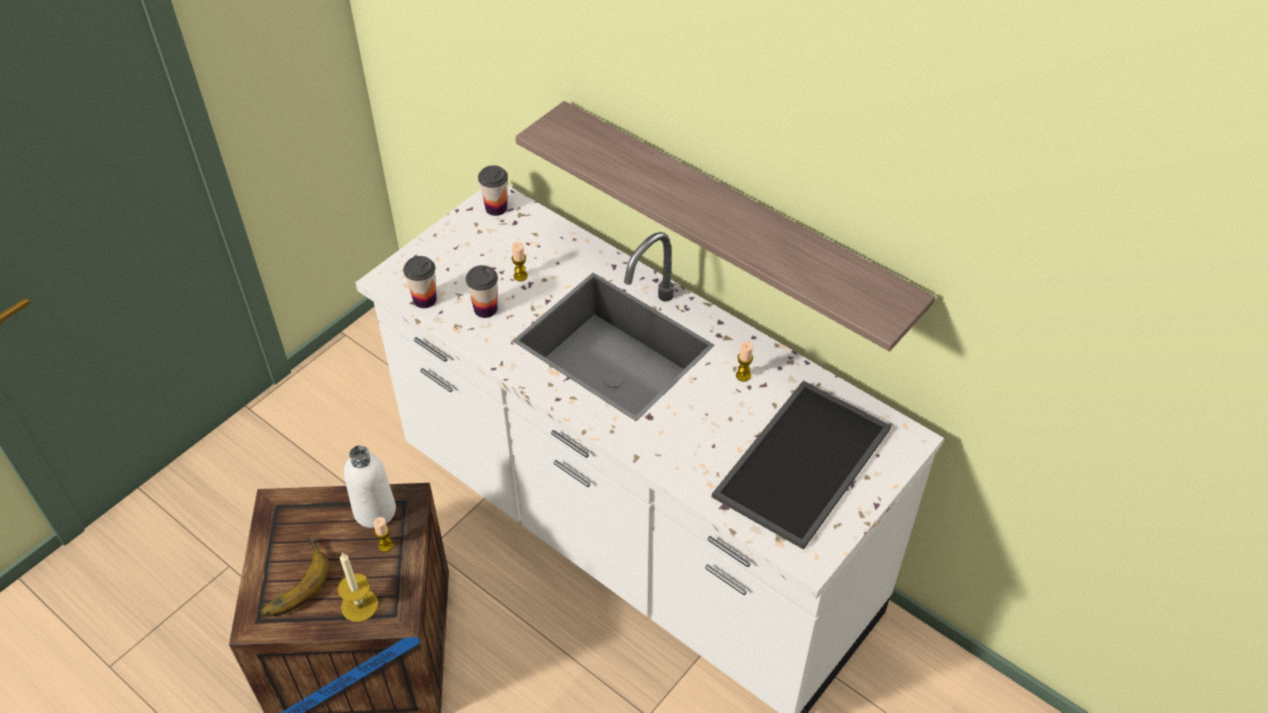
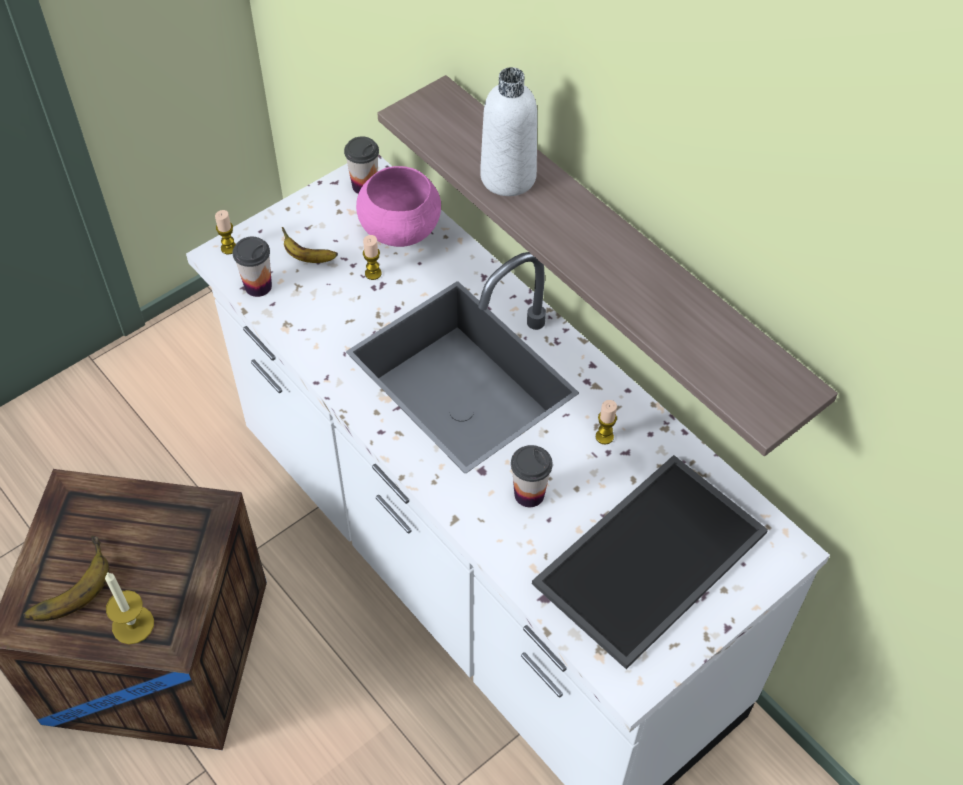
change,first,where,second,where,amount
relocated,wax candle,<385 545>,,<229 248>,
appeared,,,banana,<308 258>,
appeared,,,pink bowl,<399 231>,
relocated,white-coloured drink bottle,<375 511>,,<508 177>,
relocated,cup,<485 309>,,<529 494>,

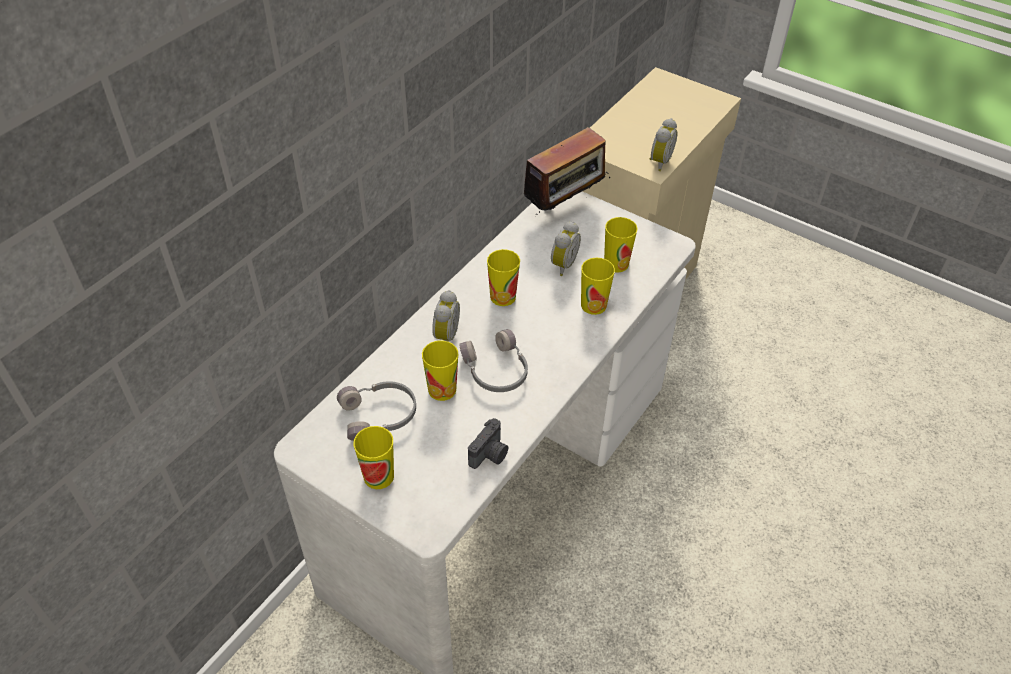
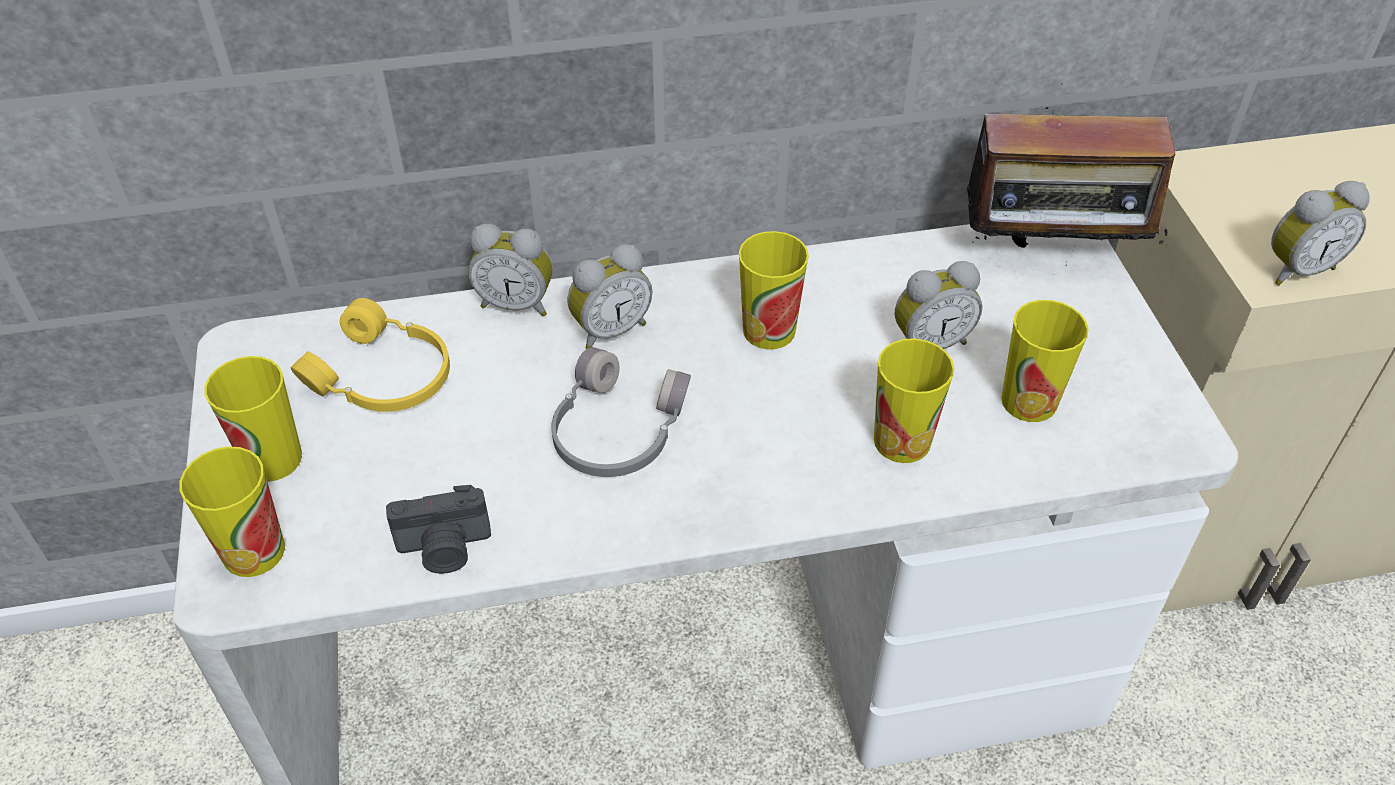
change,first,where,second,where,amount
relocated,cup,<442 389>,,<253 551>,
colour,grey headphones,<380 416>,yellowish headphones,<382 378>,
appeared,,,alarm clock,<517 303>,

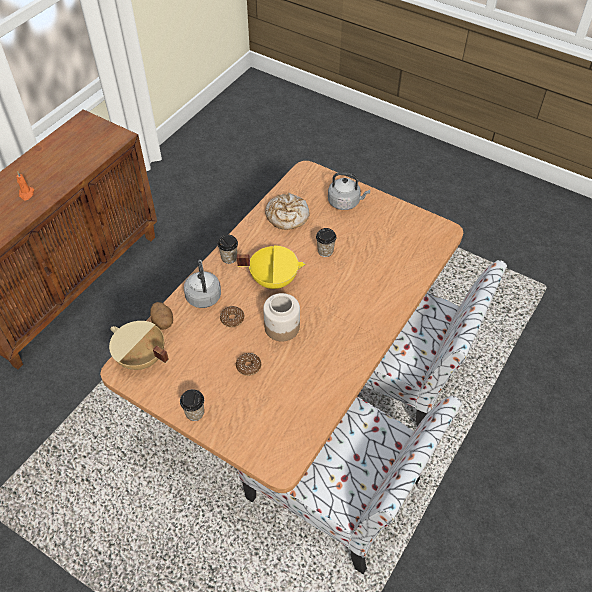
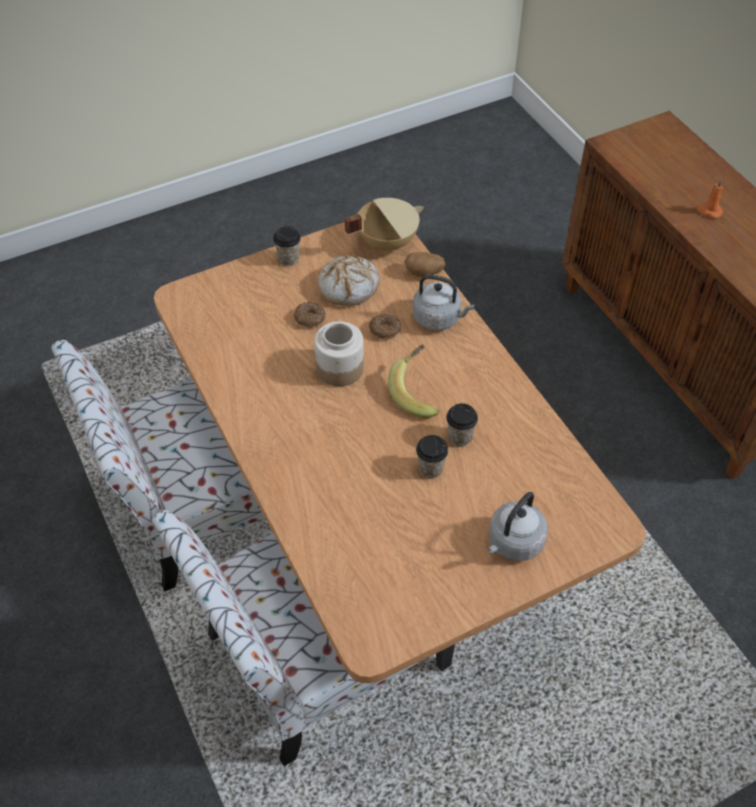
change,first,where,second,where,amount
relocated,bakery bread,<287 216>,,<349 286>,
exchanged,yellowish cooking pot,<273 279>,banana,<418 392>,
relocated,cup,<229 258>,,<460 437>,

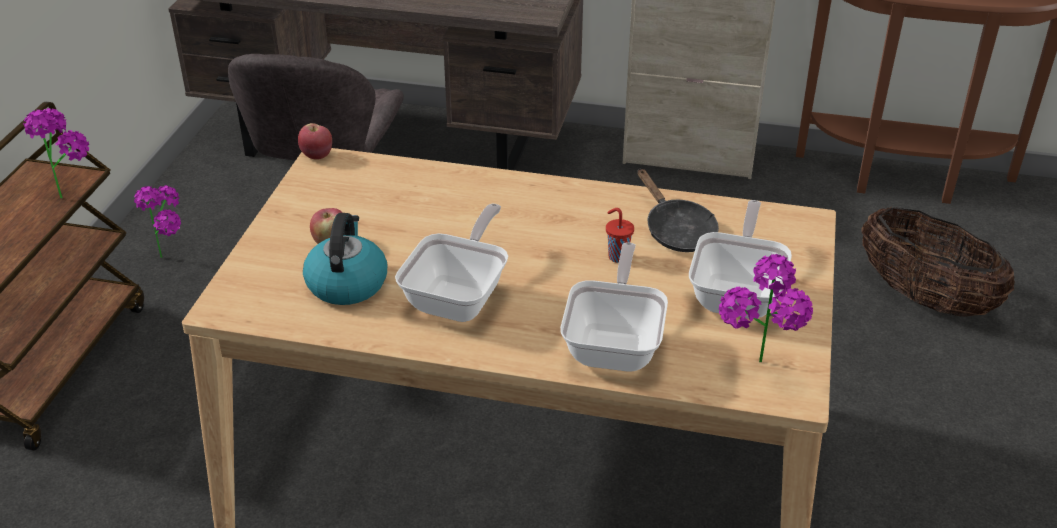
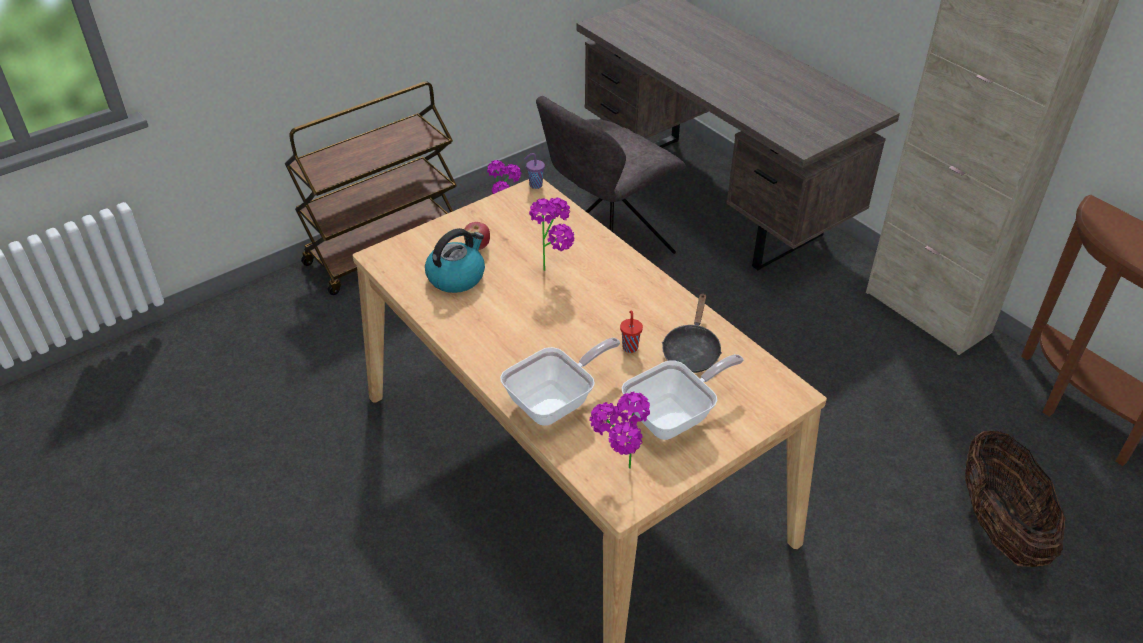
change,first,where,second,where,amount
exchanged,apple,<317 156>,purple-coloured cup,<535 185>,
relocated,houseplant,<71 192>,,<554 268>,
missing,frying pan,<460 296>,,,

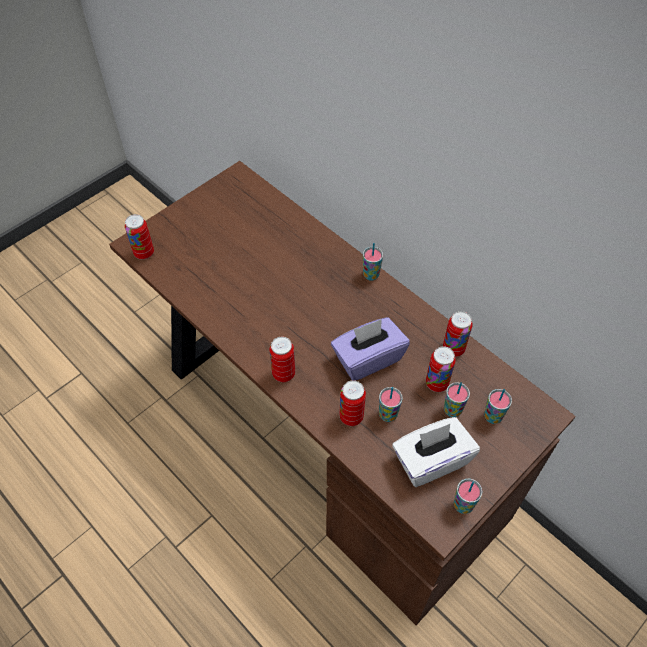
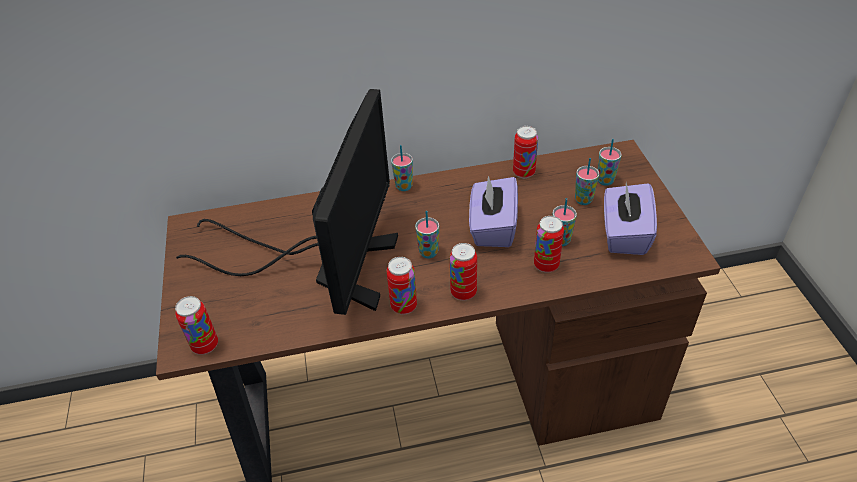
change,first,where,second,where,amount
appeared,,,computer display,<327 264>,
relocated,can,<436 383>,,<404 306>,
relocated,cup,<463 505>,,<428 252>,
colour,white-coloured tissue holder,<431 460>,purple-coloured tissue holder,<624 234>,

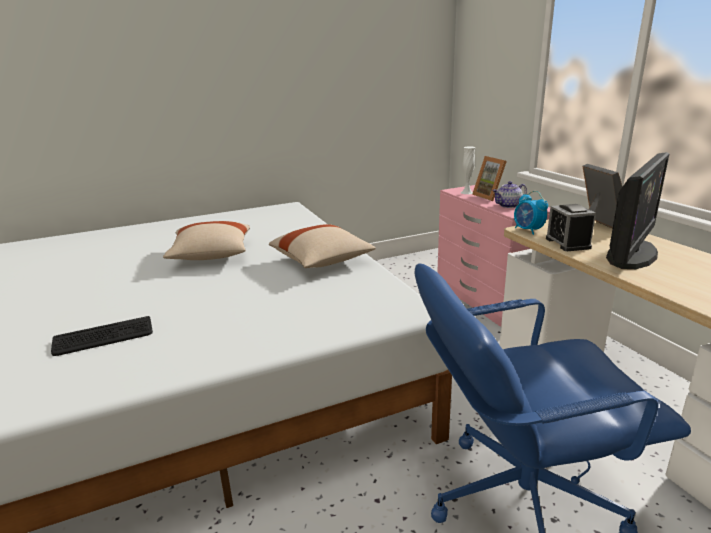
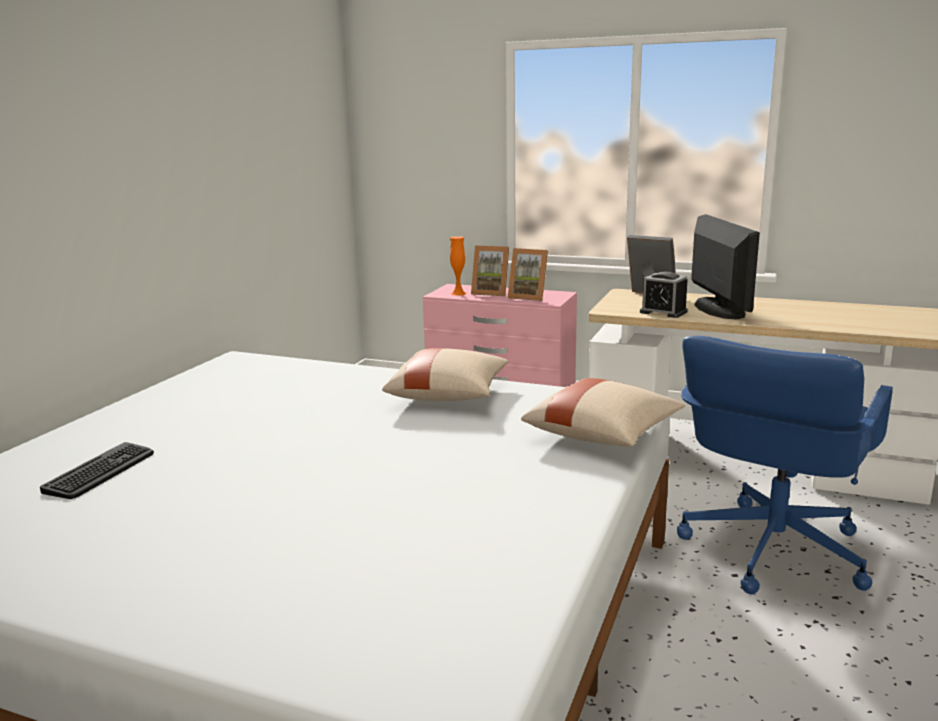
change,first,where,second,where,amount
relocated,computer keyboard,<104 337>,,<101 471>,
colour,white-coloured flower vase,<467 192>,orangey flower vase,<458 293>,
exchanged,teapot,<508 205>,photo frame,<529 297>,
relocated,beige-coloured throw pillow,<211 256>,,<603 435>,
missing,alarm clock,<528 230>,,,

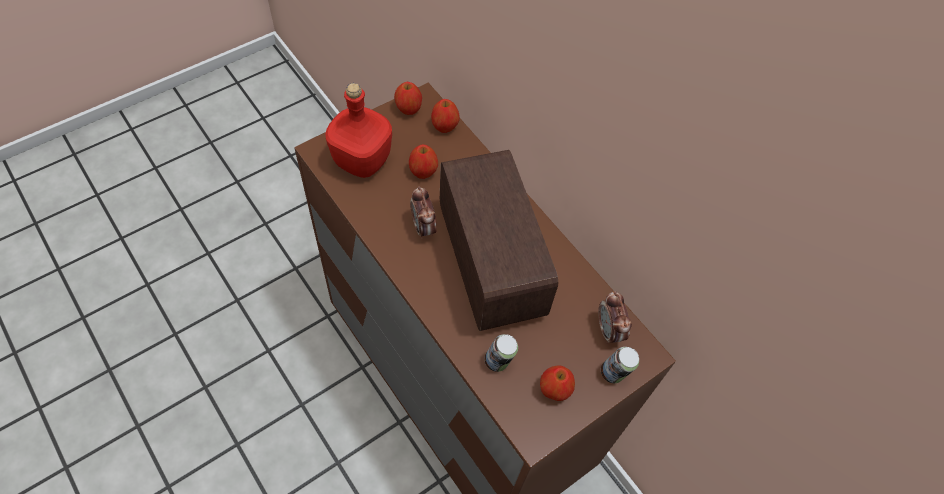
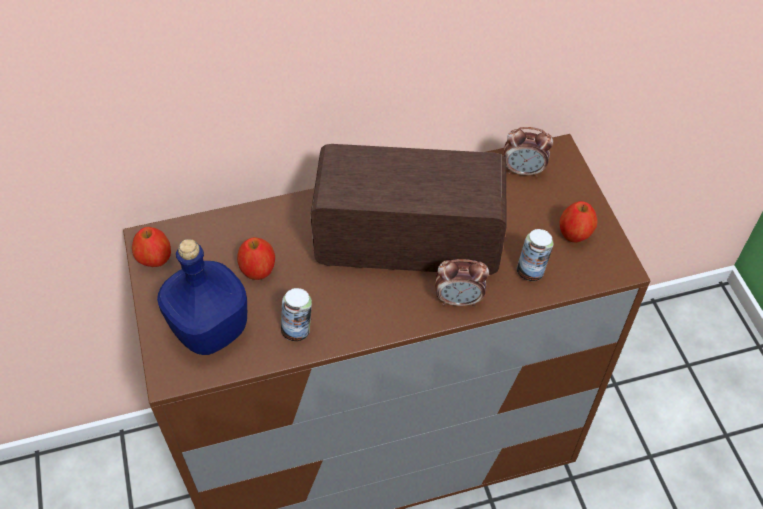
change,first,where,second,where,amount
colour,red-coloured drink bottle,<361 160>,blue-coloured drink bottle,<210 330>,
relocated,can,<614 374>,,<298 330>,
relocated,alarm clock,<423 227>,,<459 300>,
missing,apple,<444 126>,,,

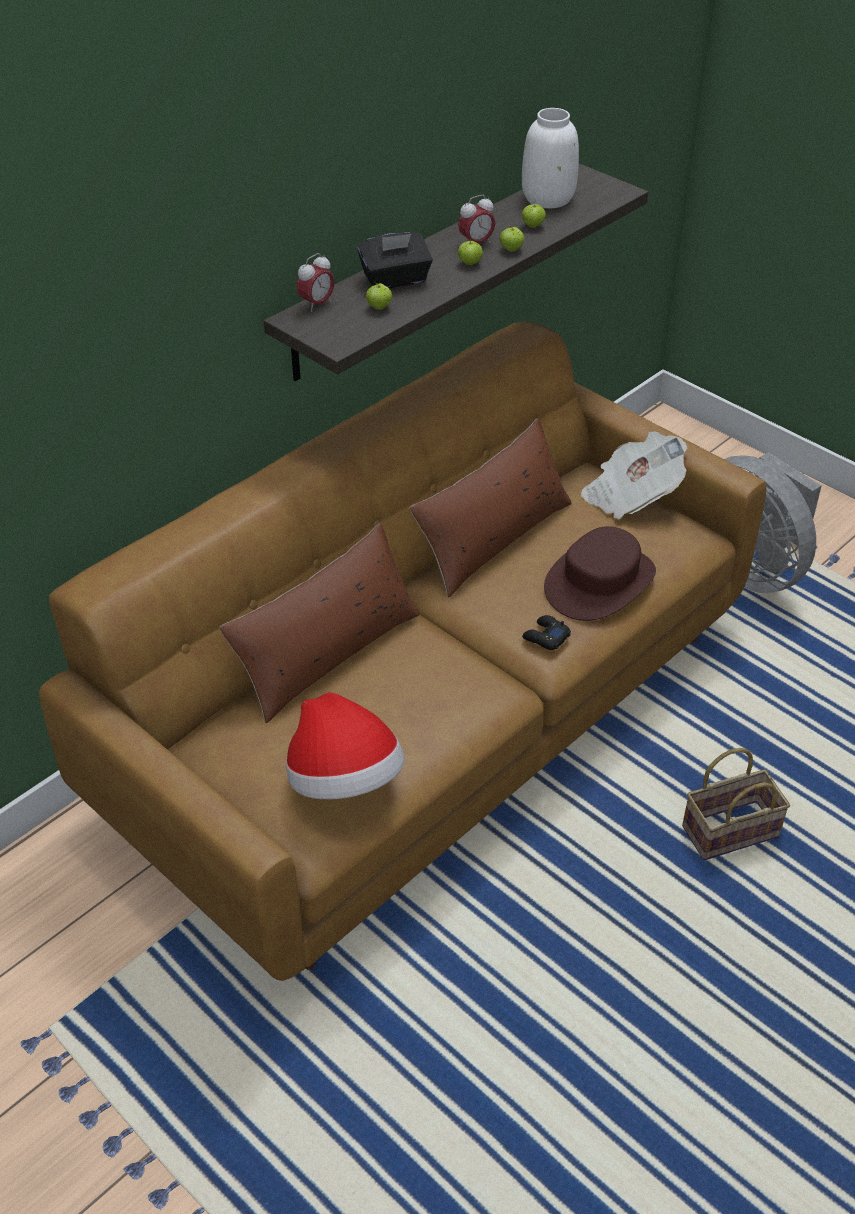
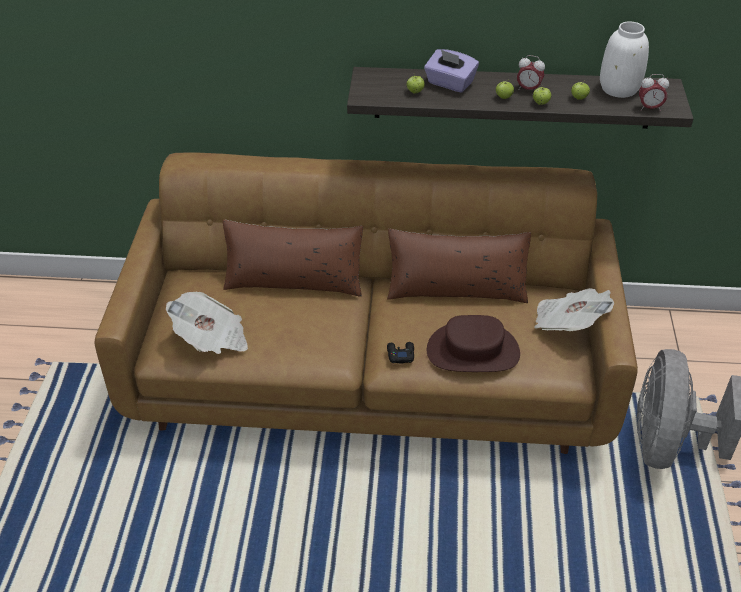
change,first,where,second,where,amount
exchanged,wearable hat,<344 781>,daily paper,<211 339>,
colour,black tissue holder,<395 279>,purple-coloured tissue holder,<449 83>,
relocated,alarm clock,<316 304>,,<649 108>,
missing,storage basket,<731 829>,,,

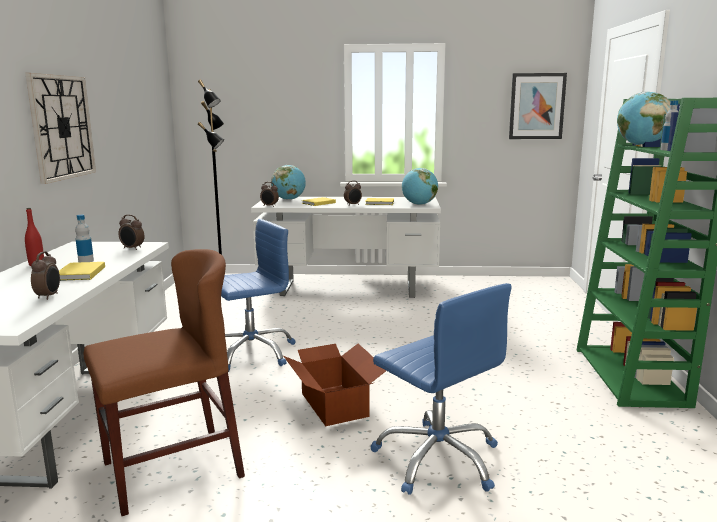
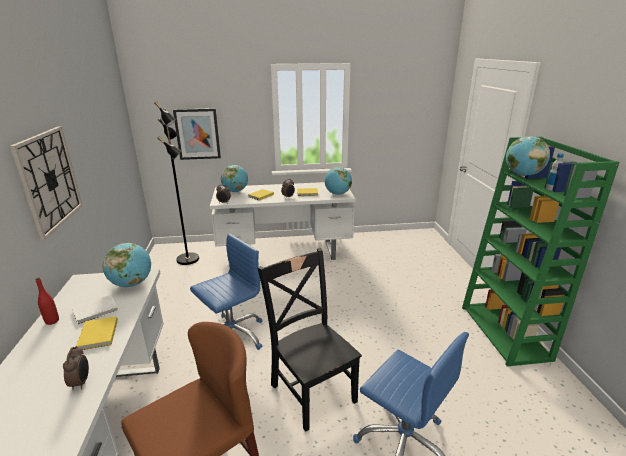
change,first,where,second,where,amount
exchanged,drink bottle,<86 261>,white-coloured volume,<97 310>,
exchanged,alarm clock,<132 248>,globe,<132 284>,
relocated,wall art,<537 106>,,<197 134>,
exchanged,packing box,<335 404>,black chair,<311 390>,

